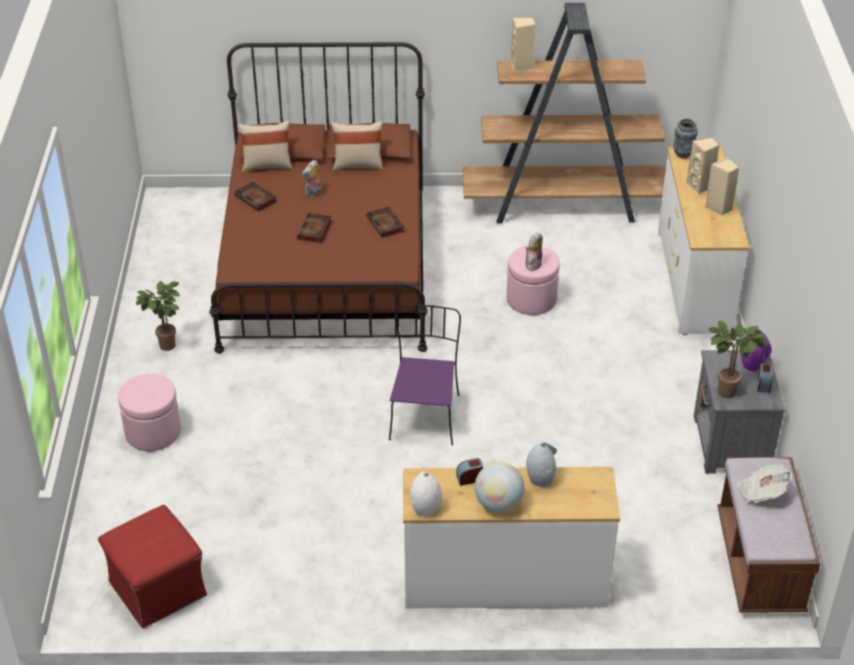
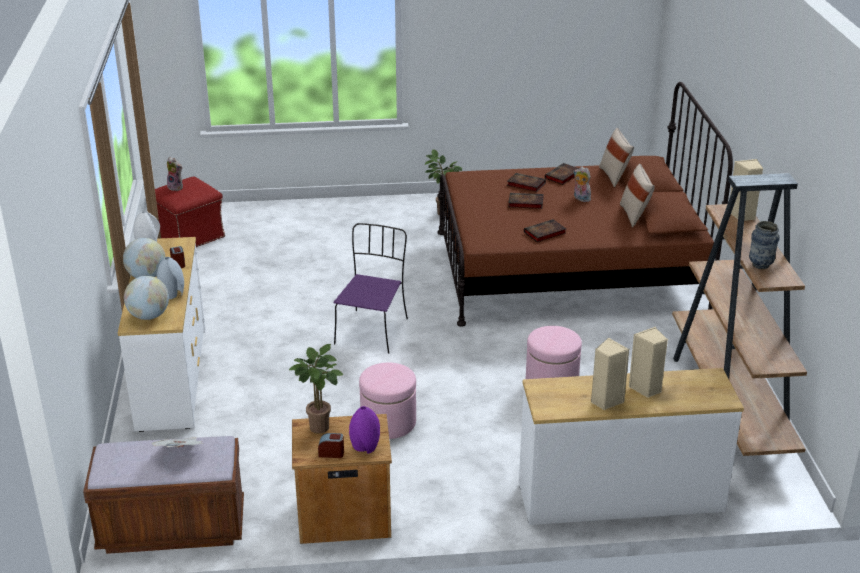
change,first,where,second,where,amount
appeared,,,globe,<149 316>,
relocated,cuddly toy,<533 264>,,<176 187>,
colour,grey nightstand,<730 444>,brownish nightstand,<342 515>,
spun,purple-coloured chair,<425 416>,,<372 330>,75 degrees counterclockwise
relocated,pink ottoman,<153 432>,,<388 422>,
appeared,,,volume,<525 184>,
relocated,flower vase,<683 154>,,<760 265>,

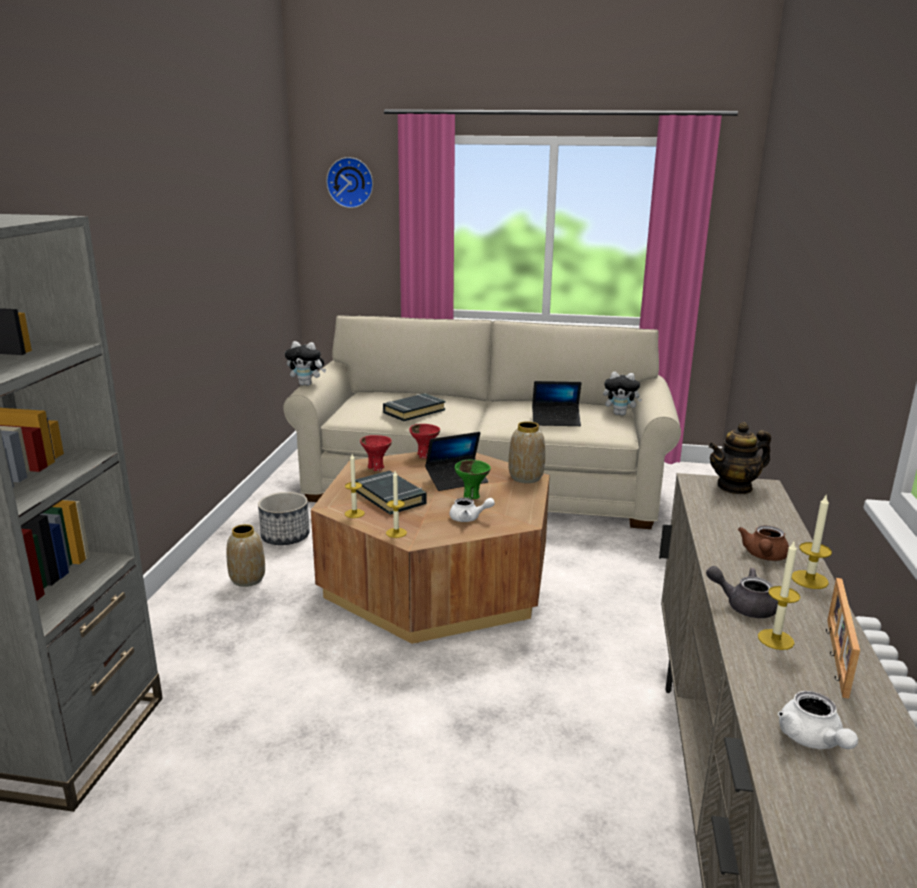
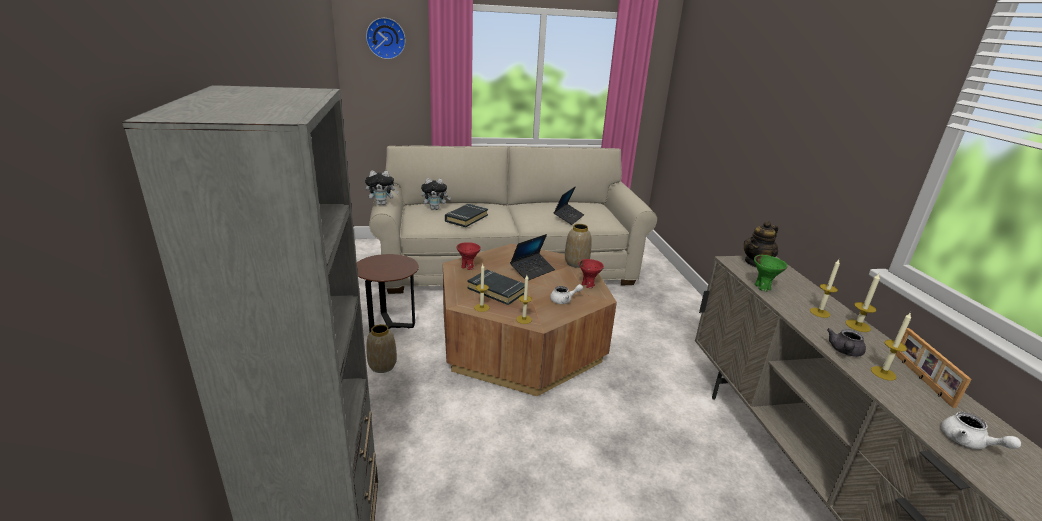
change,first,where,second,where,amount
exchanged,plant pot,<286 537>,brownish end table,<390 325>,
relocated,cuddly toy,<620 414>,,<435 208>,
spun,portable computer,<556 421>,,<568 217>,45 degrees counterclockwise
relocated,red-coloured bowl,<424 455>,,<588 285>,
relocated,green-coloured bowl,<471 496>,,<762 287>,
exchanged,brownish teapot,<763 556>,wax candle,<819 312>,
spun,grey teapot,<743 605>,,<844 351>,60 degrees counterclockwise

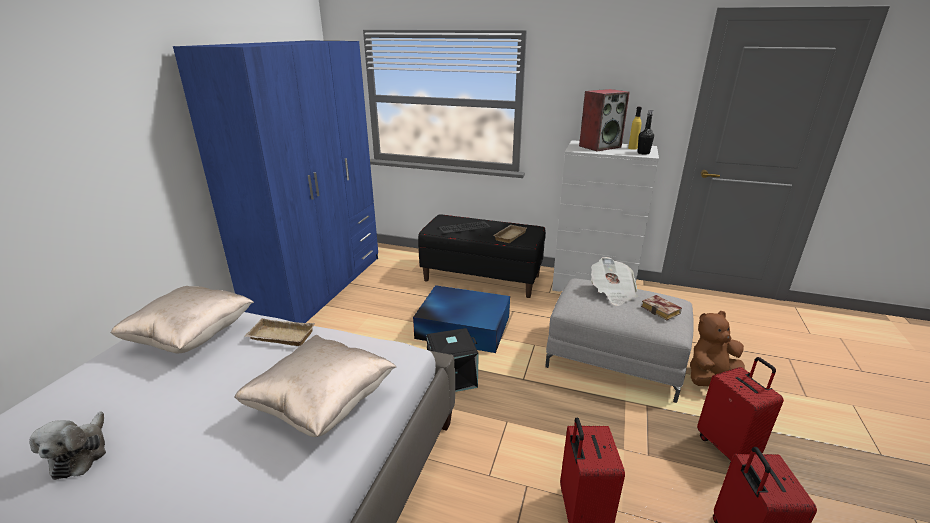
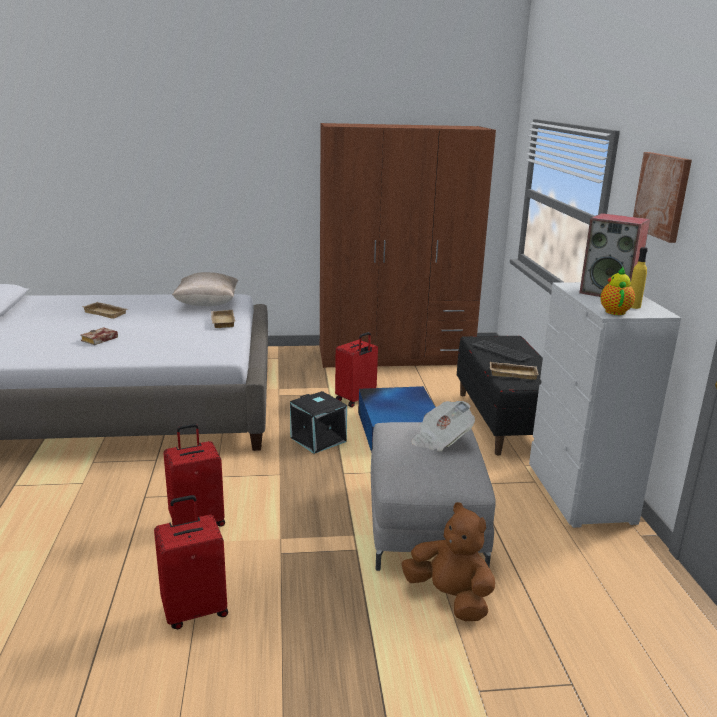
change,first,where,second,where,amount
relocated,volume,<662 311>,,<99 340>,
exchanged,cuddly toy,<81 453>,beige-coloured serving tray,<107 313>,
colour,blue-coloured armoire,<319 286>,brownish armoire,<395 356>,
relocated,red-coloured piece of luggage,<728 447>,,<356 400>,
exchanged,black drink bottle,<643 153>,teapot,<614 311>,
appeared,,,wall art,<662 196>,
missing,beige-coloured throw pillow,<322 405>,,,

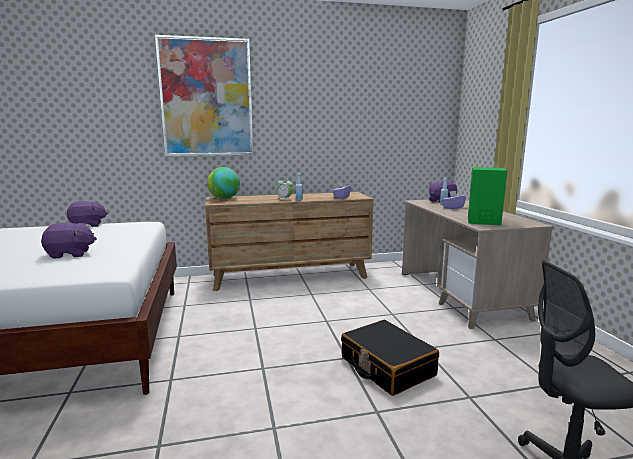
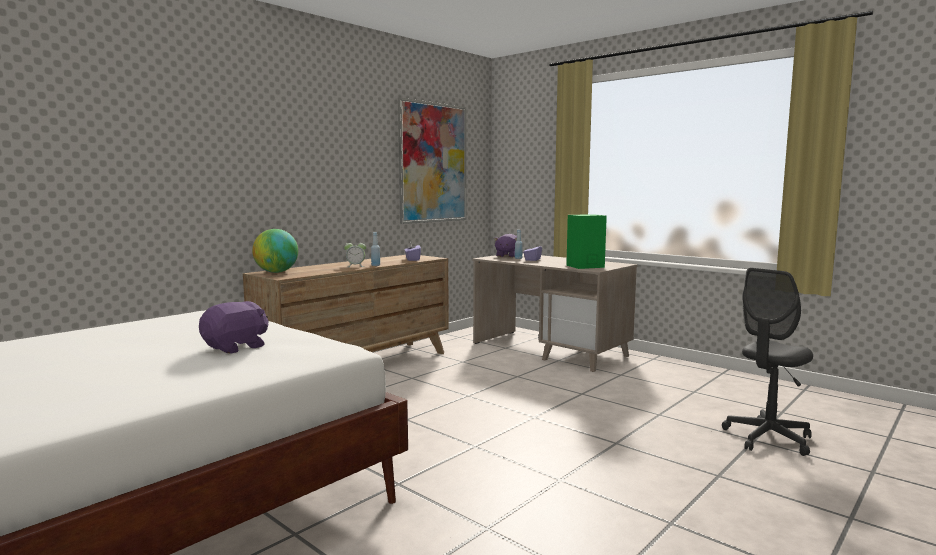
change,first,where,second,where,amount
relocated,wall art,<206 98>,,<433 163>,
missing,purple-coloured cuddly toy,<87 225>,,,
missing,black piece of luggage,<386 367>,,,

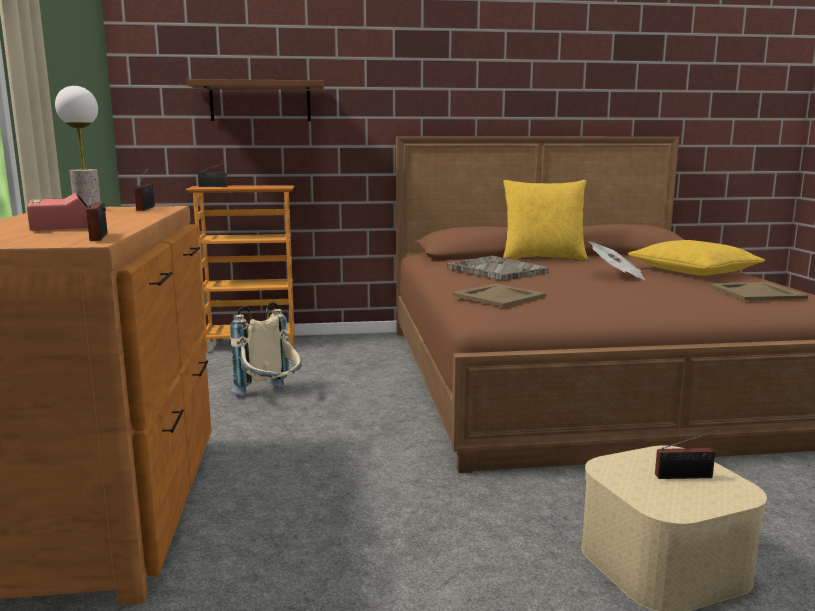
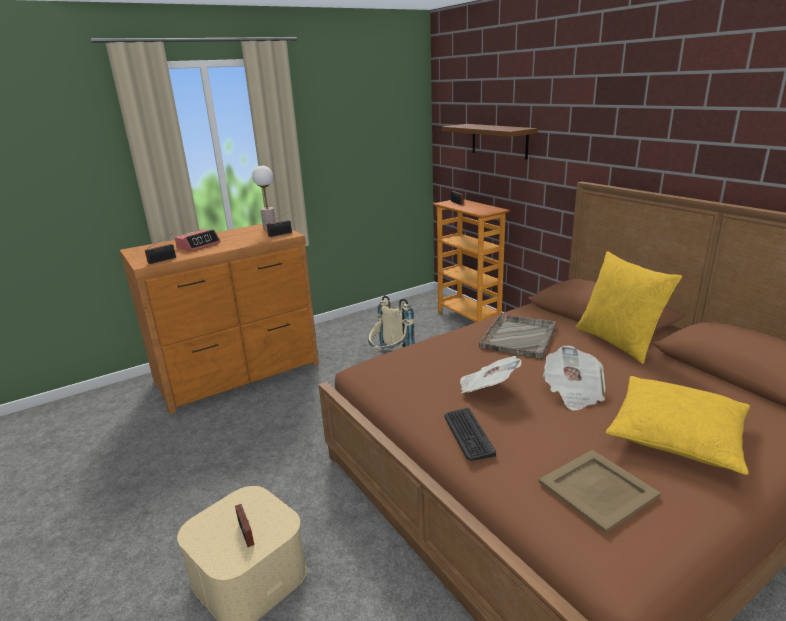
change,first,where,second,where,amount
appeared,,,computer keyboard,<468 434>,
appeared,,,daily paper,<487 388>,
missing,beige-coloured serving tray,<498 296>,,,

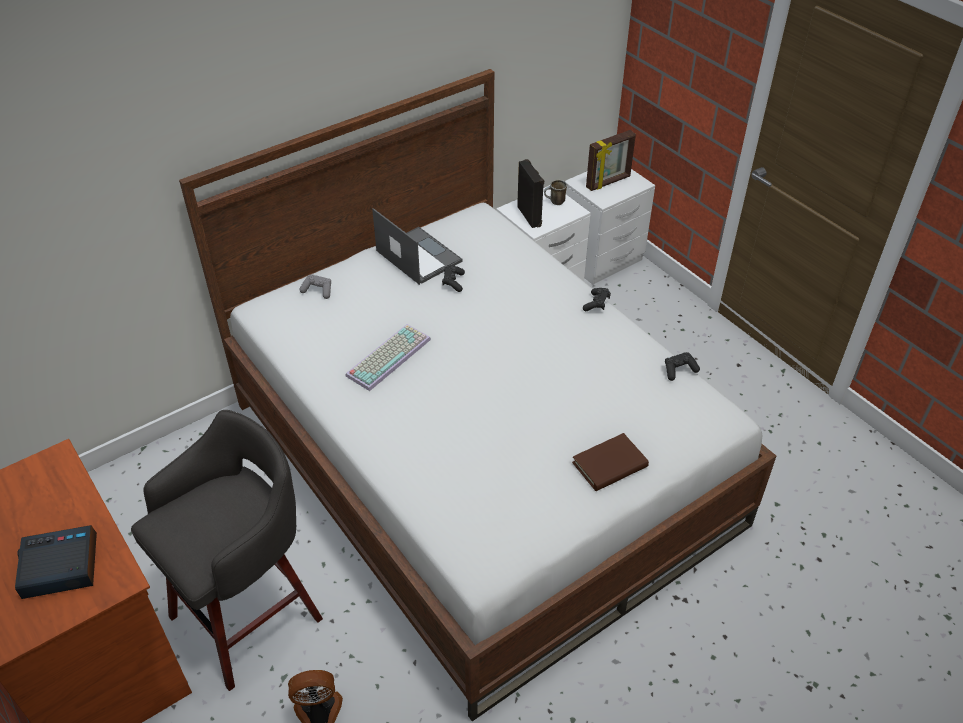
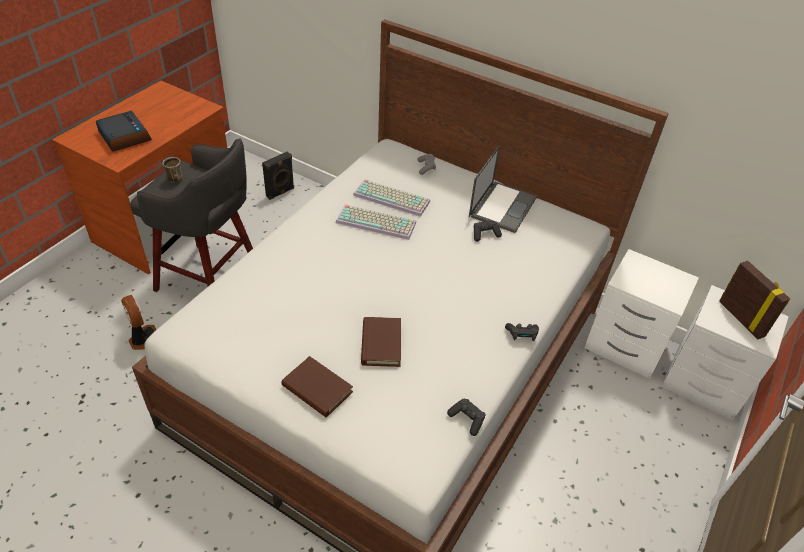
change,first,where,second,where,amount
relocated,mug,<554 202>,,<174 178>,
relocated,black audio speaker,<530 216>,,<280 193>,
appeared,,,computer keyboard,<393 198>,
appeared,,,brownish volume,<381 344>,
spun,photo frame,<608 182>,,<741 319>,150 degrees counterclockwise

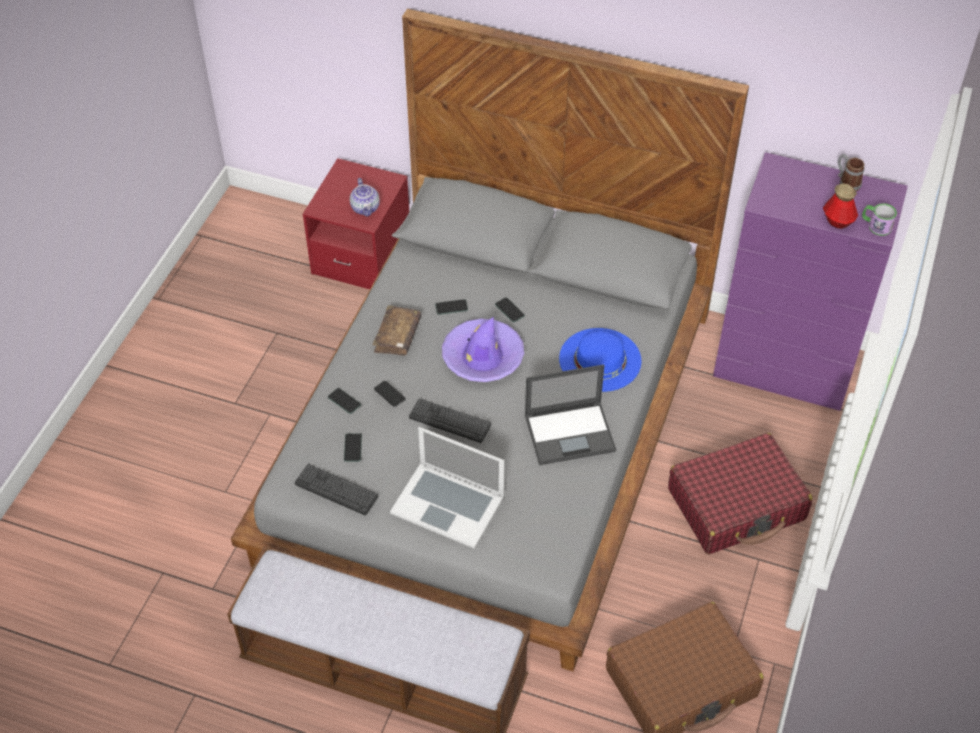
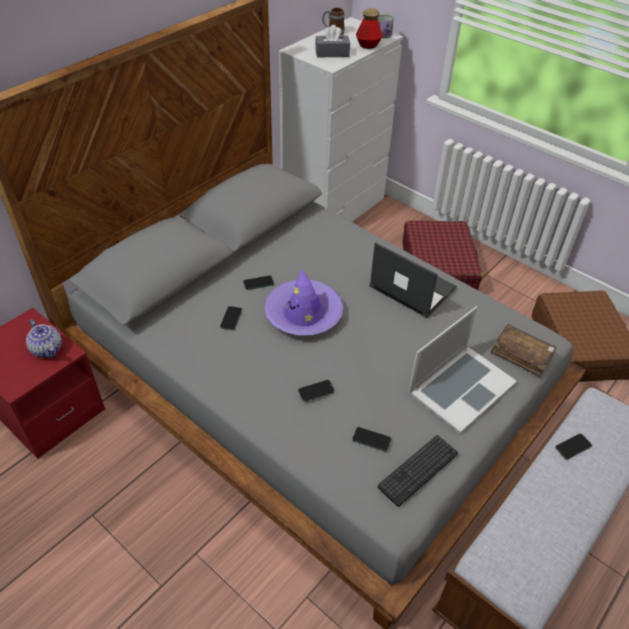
change,first,where,second,where,amount
spun,teapot,<366 208>,,<48 349>,45 degrees clockwise
colour,purple-coloured drawer chest,<784 367>,white-coloured drawer chest,<334 209>,
appeared,,,grey tissue holder,<332 53>,
spun,portable computer,<571 433>,,<411 287>,60 degrees counterclockwise
relocated,brownish volume,<397 336>,,<521 354>,
relocated,telephone,<344 401>,,<573 446>,
missing,computer keyboard,<450 421>,,,
missing,blue-coloured wearable hat,<600 359>,,,

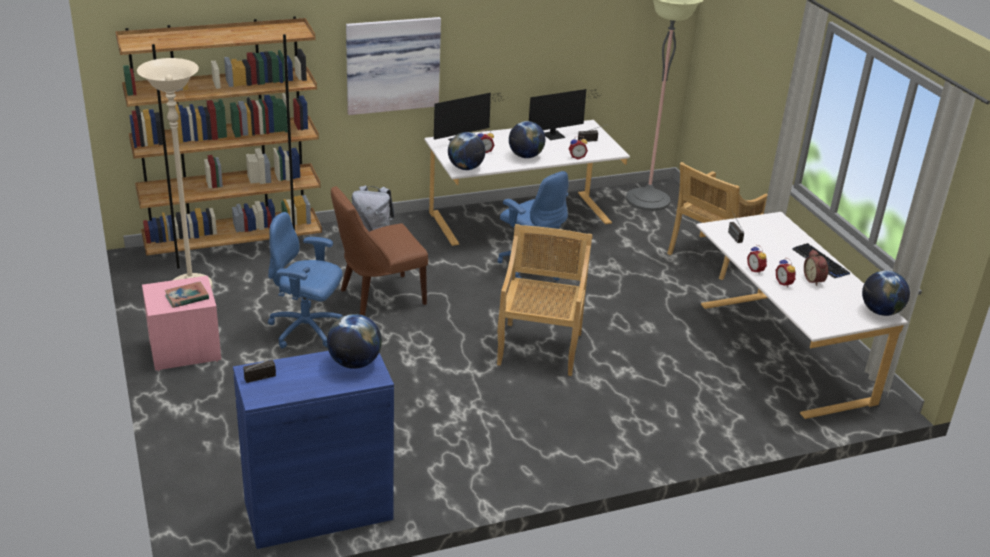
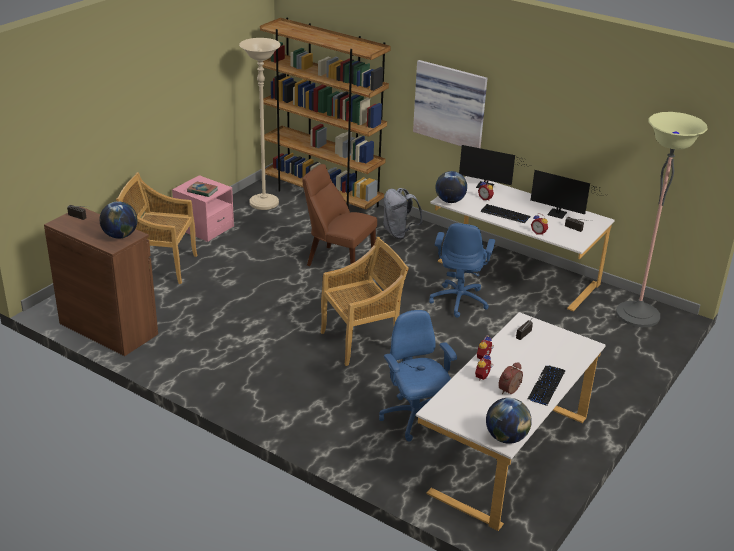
change,first,where,second,where,amount
colour,blue-coloured cupboard,<318 511>,brownish cupboard,<108 329>,
relocated,beige-coloured chair,<711 257>,,<161 266>,
relocated,blue-coloured desk chair,<306 330>,,<414 419>,
exchanged,globe,<525 156>,computer keyboard,<505 214>,

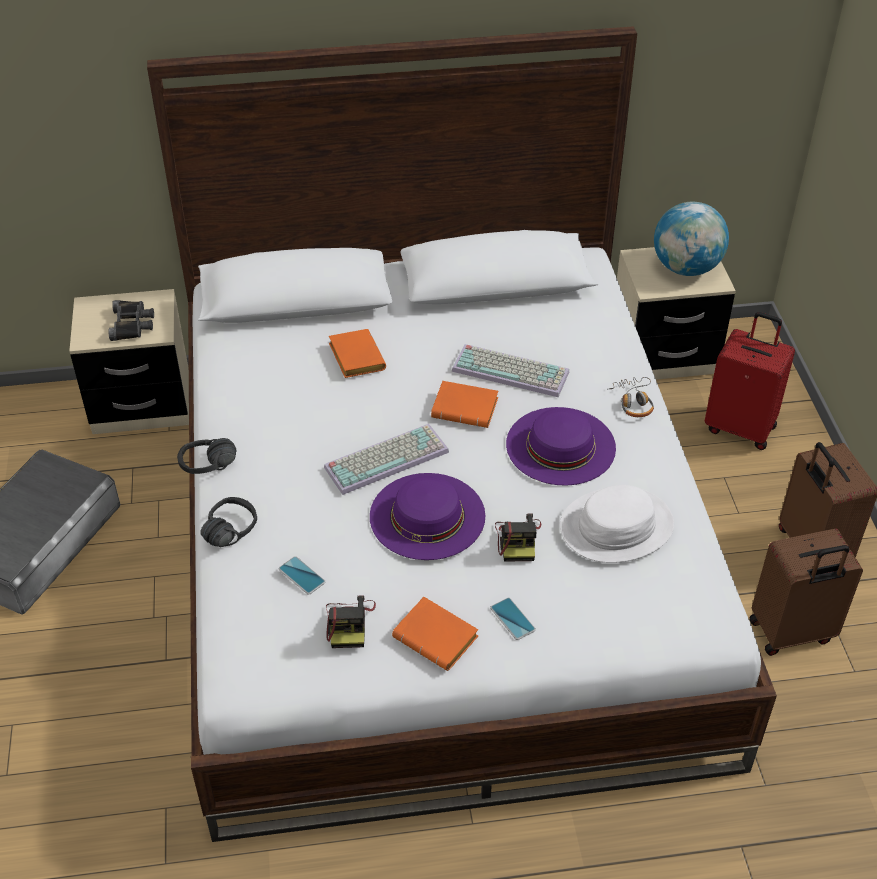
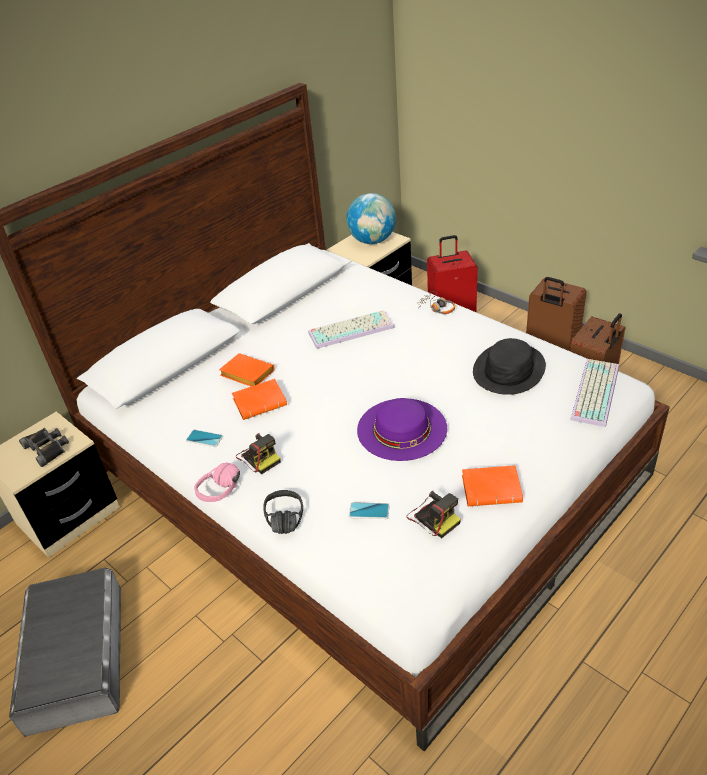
change,first,where,second,where,amount
relocated,telephone,<512 619>,,<204 439>,
colour,black headphones,<210 470>,pink headphones,<226 492>,
relocated,orangey volume,<467 408>,,<261 402>,
relocated,photo camera,<518 540>,,<259 457>,
colour,white-coloured wearable hat,<616 527>,black wearable hat,<509 370>,
relocated,computer keyboard,<387 458>,,<593 391>,
missing,purple-coloured wearable hat,<560 445>,,,

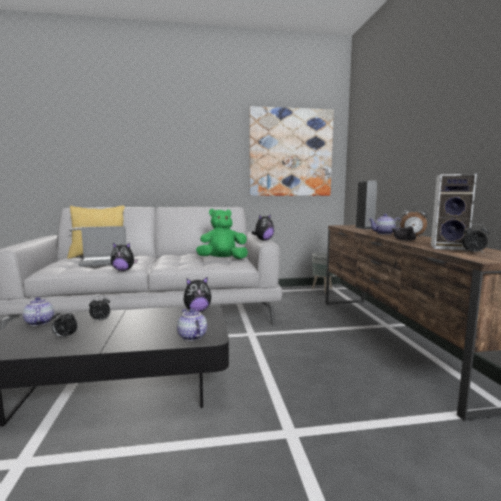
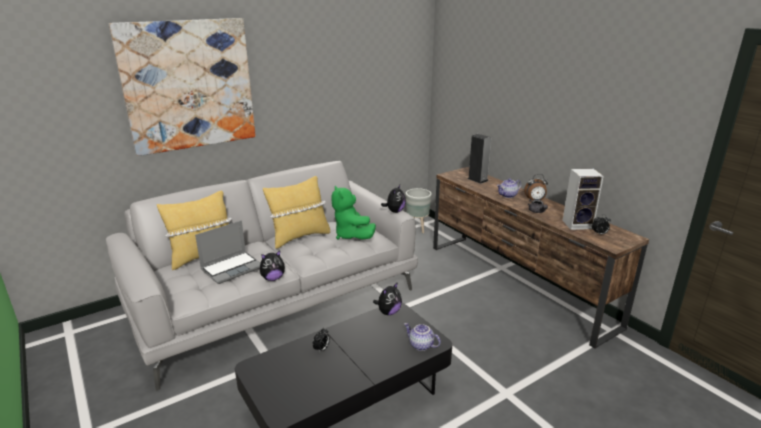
change,first,where,second,where,amount
relocated,wall art,<290 153>,,<189 85>,
appeared,,,yellowish throw pillow,<299 237>,
spun,green-coloured cuddly toy,<222 259>,,<351 235>,75 degrees counterclockwise
missing,teapot,<39 322>,,,
missing,alarm clock,<64 337>,,,

